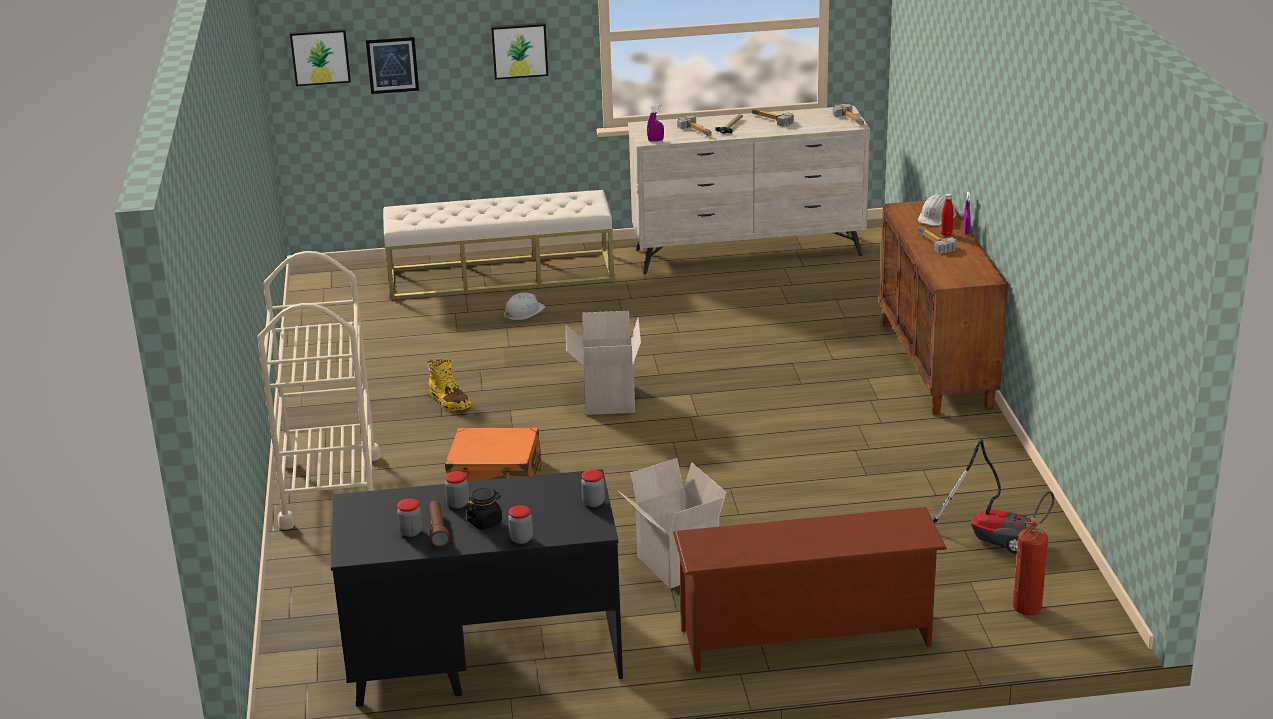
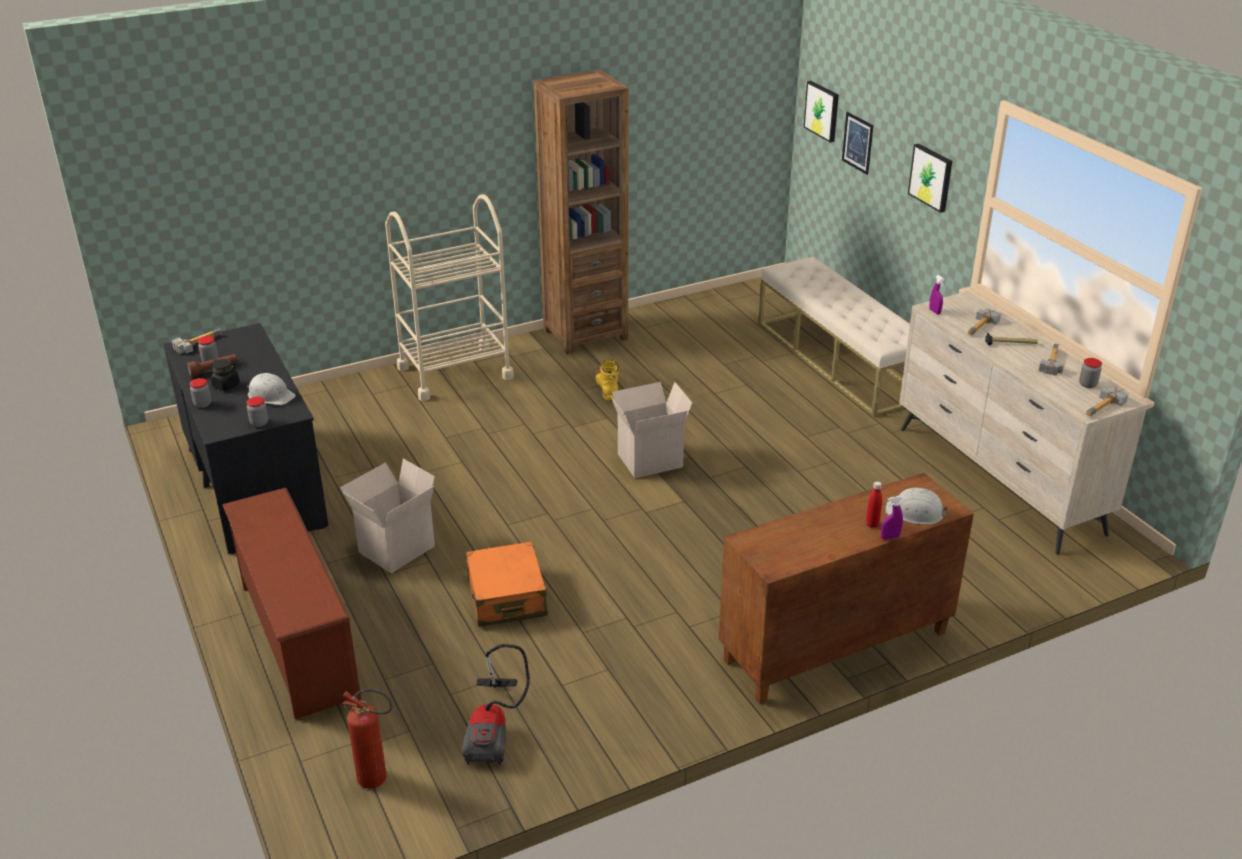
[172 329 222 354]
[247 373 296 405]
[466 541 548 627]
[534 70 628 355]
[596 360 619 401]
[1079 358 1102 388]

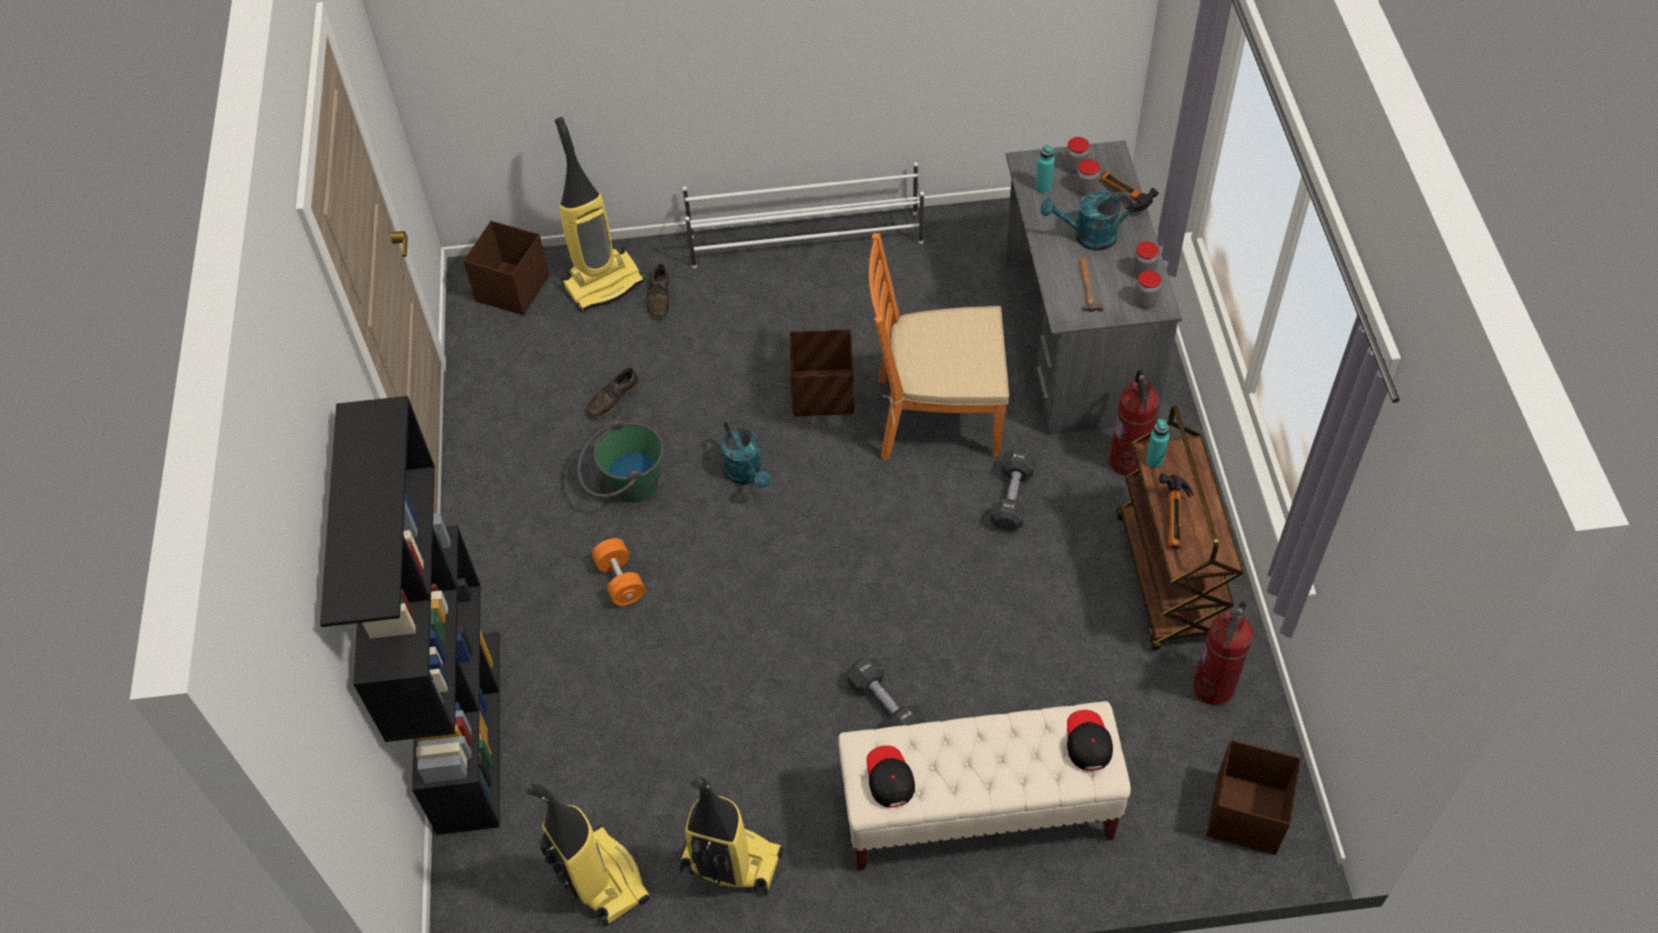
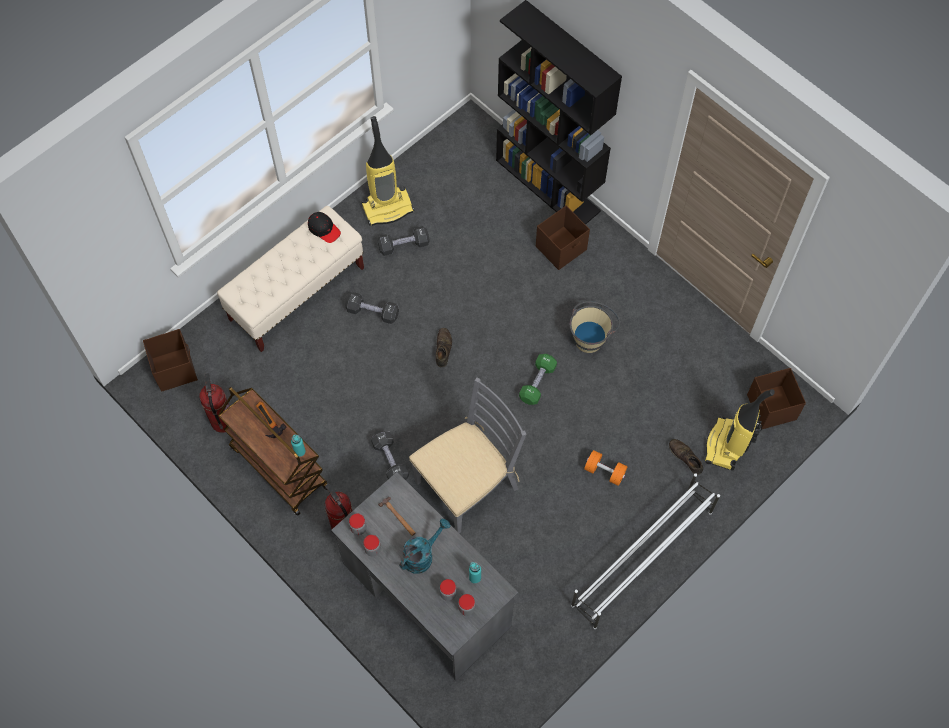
[377 226 430 256]
[409 378 526 533]
[436 328 452 367]
[519 354 557 405]
[536 206 590 270]
[570 301 620 353]
[584 450 628 486]
[524 783 650 927] (first image)
[1067 710 1113 771] (first image)
[1101 171 1159 212] (first image)

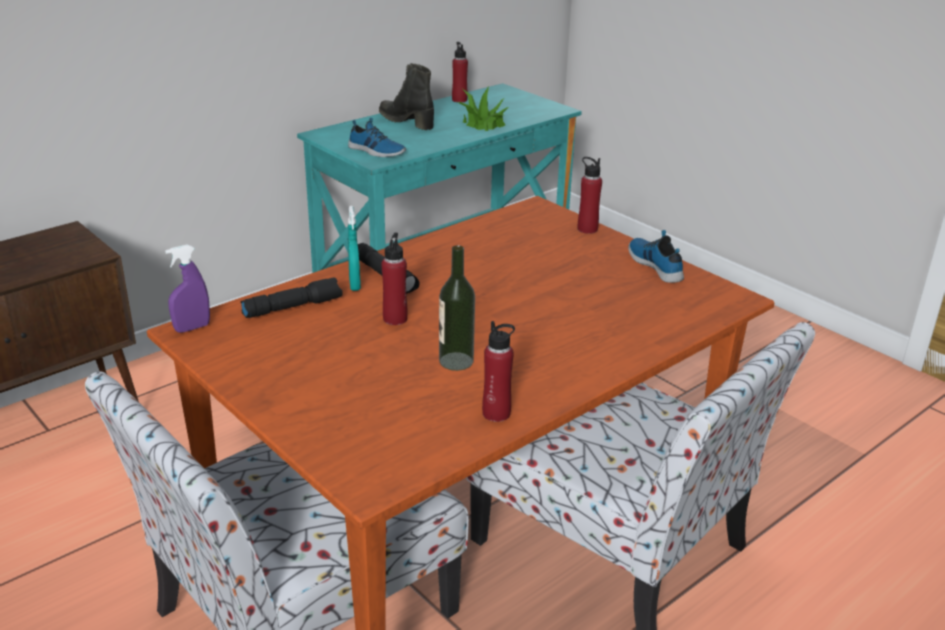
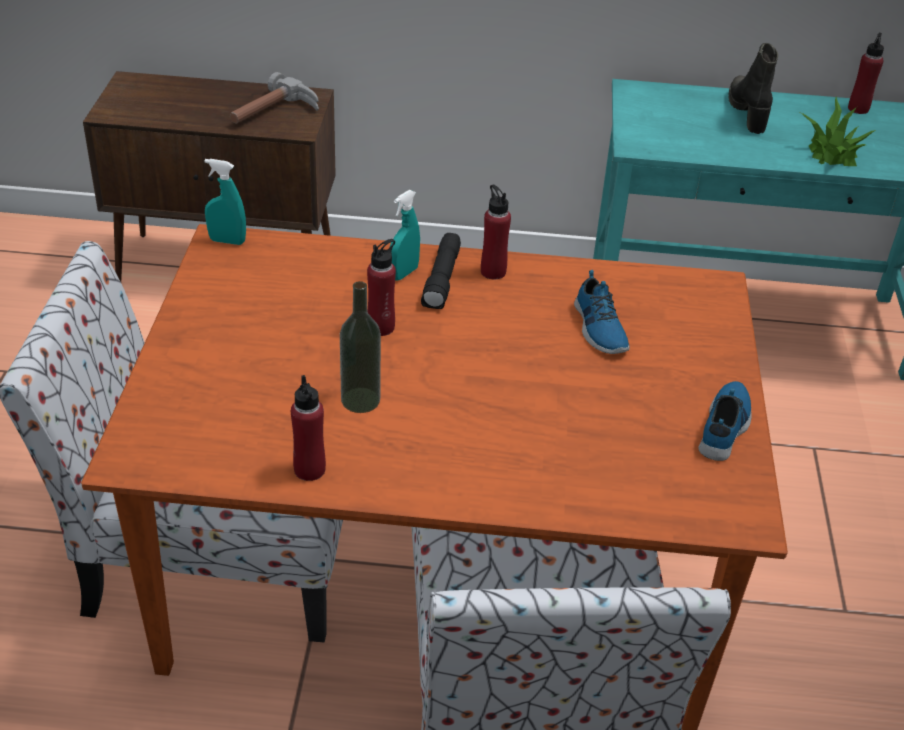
[205 159 246 245]
[230 72 319 124]
[481 184 511 279]
[574 270 630 354]
[241 277 343 318] (first image)

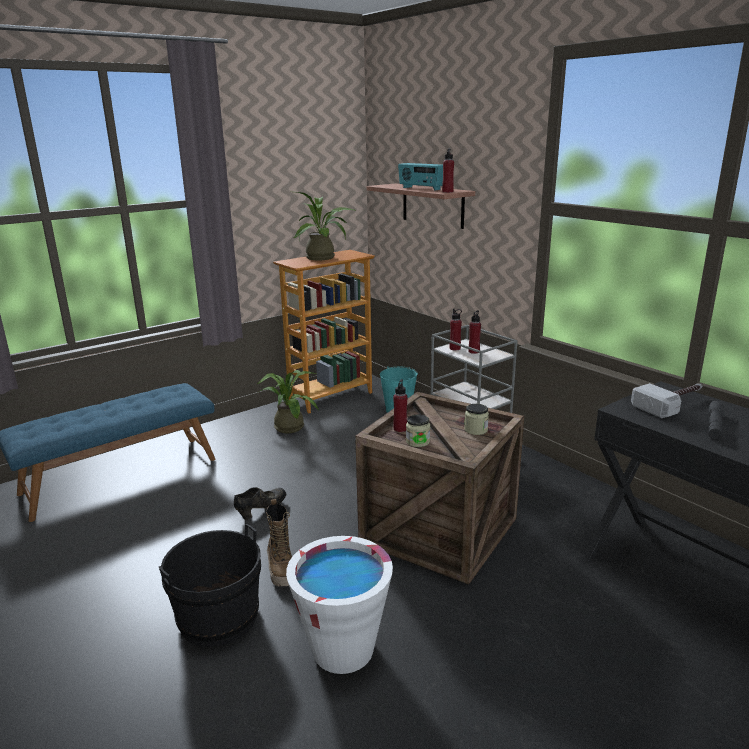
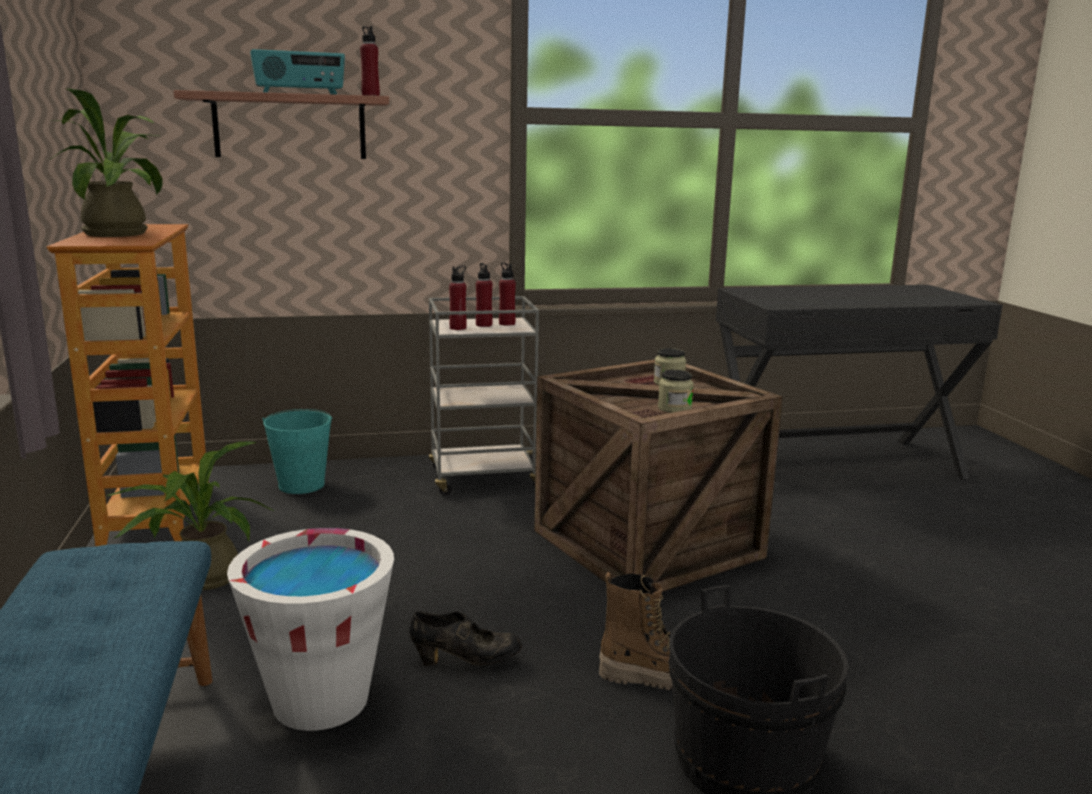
[227 528 394 731]
[409 611 522 666]
[499 262 516 326]
[631 383 702 418] (first image)
[708 401 724 439] (first image)

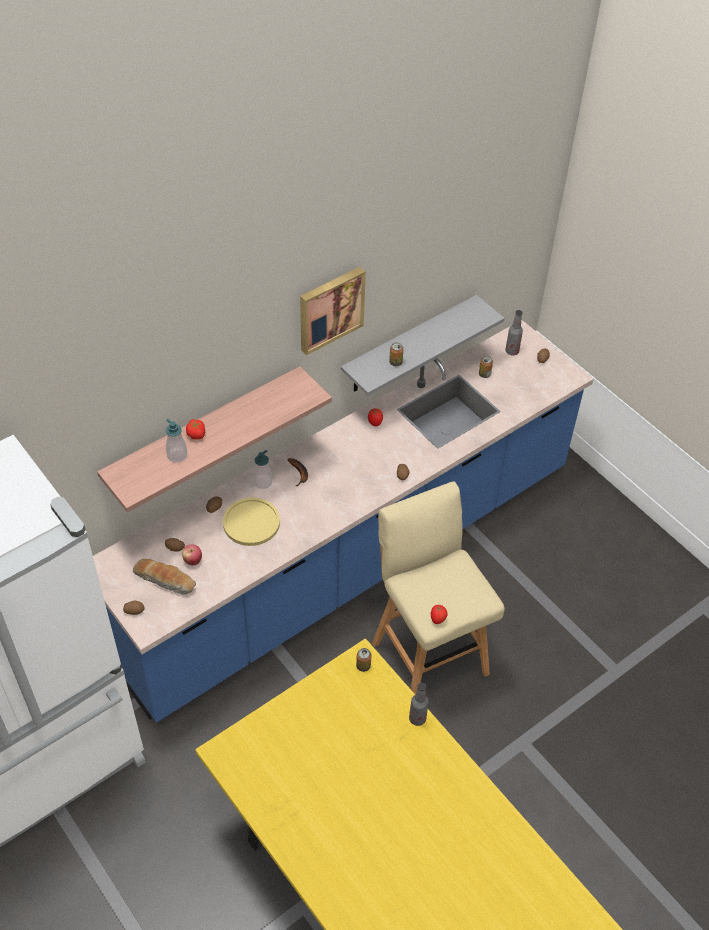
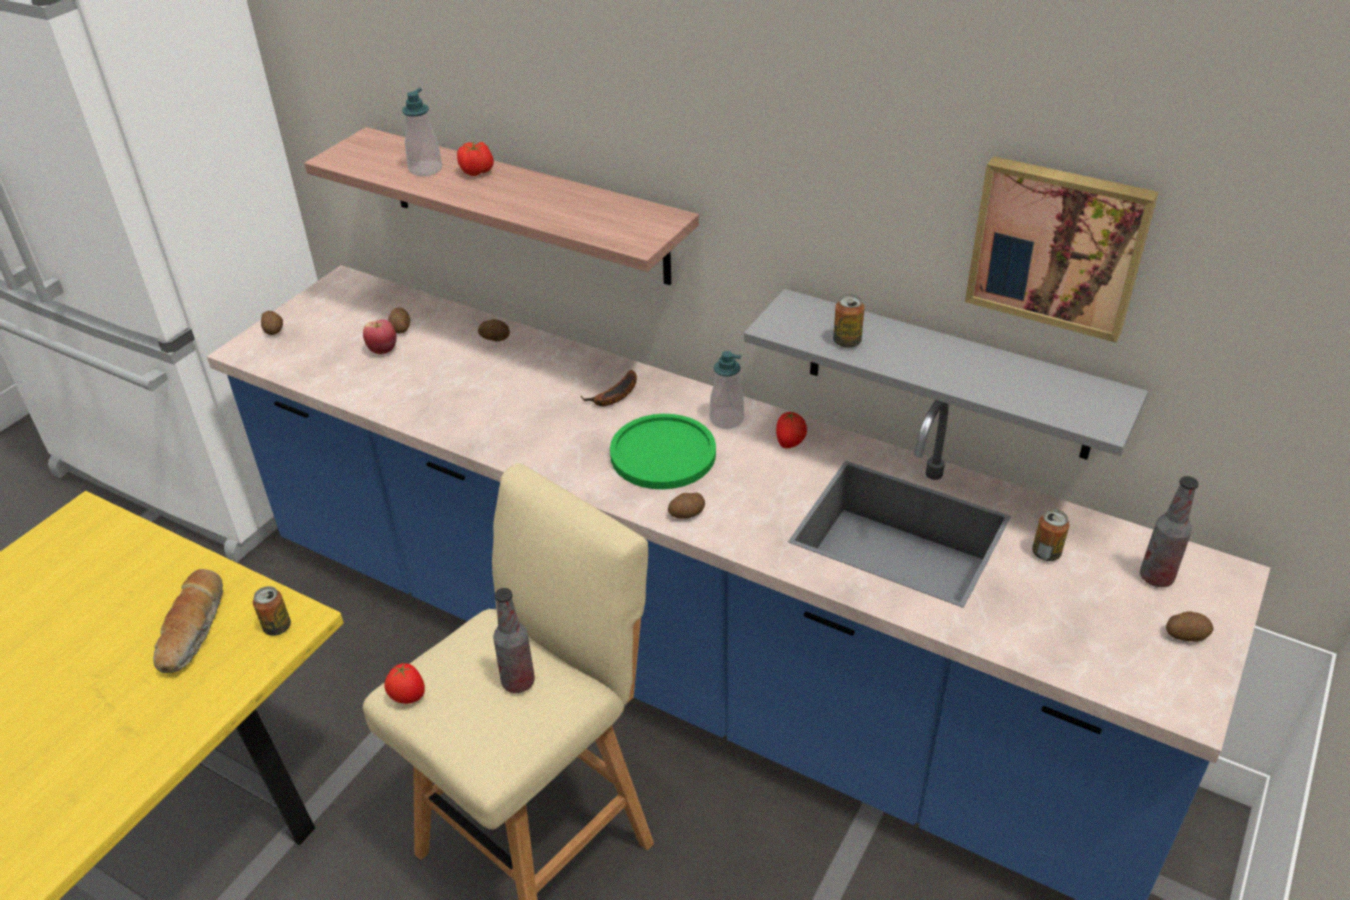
[153 569 223 673]
[493 588 535 693]
[610 414 716 489]
[709 351 744 429]
[965 156 1159 343]
[223 497 280 546] (first image)

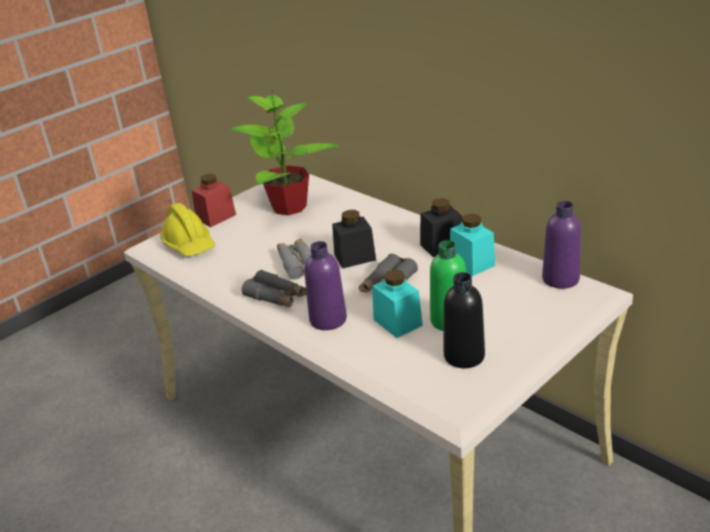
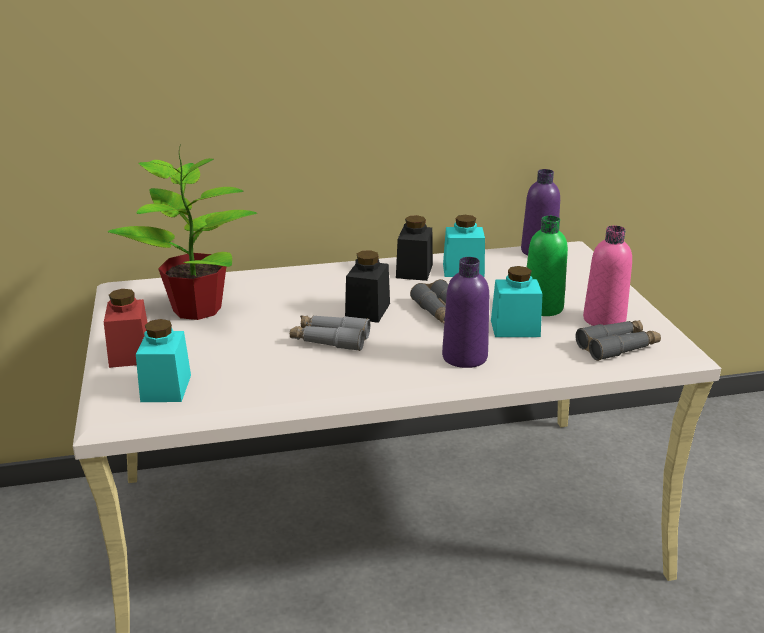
[136 319 191 402]
[575 320 661 361]
[583 225 632 326]

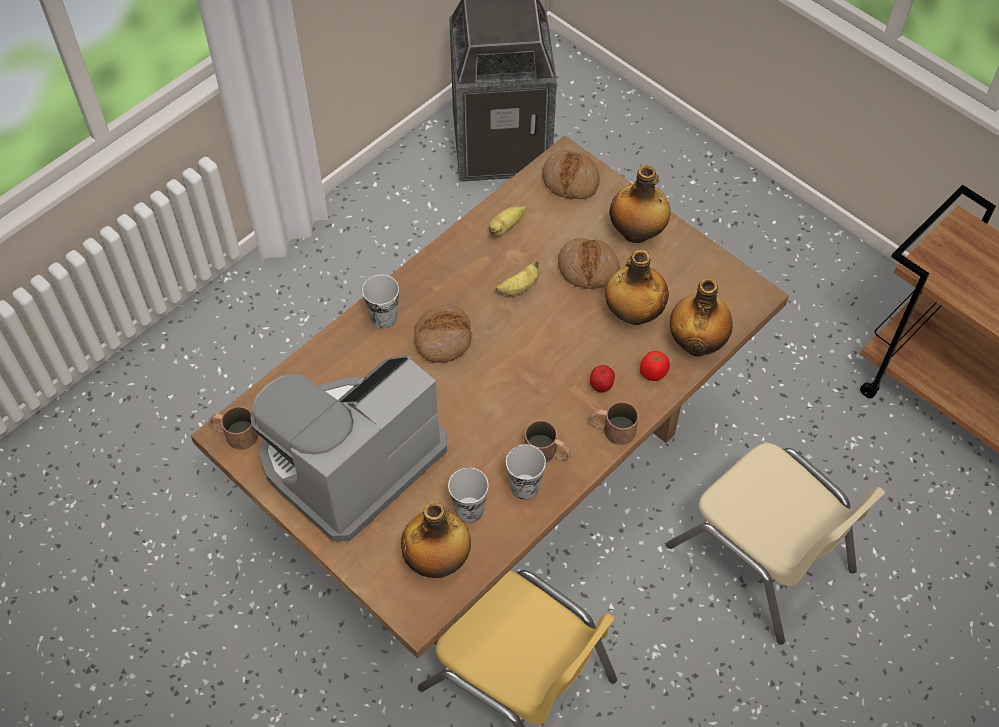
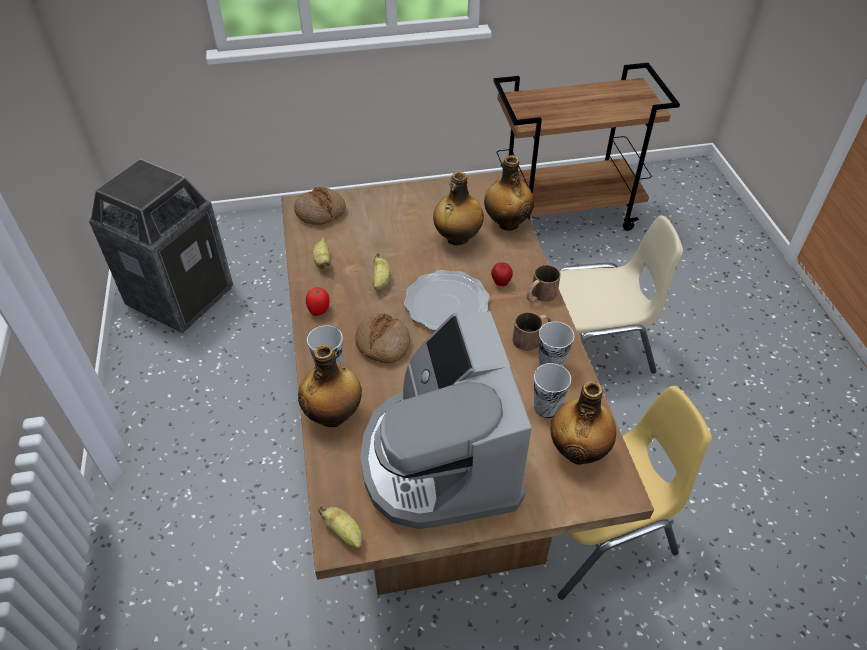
[298 345 362 427]
[306 287 330 316]
[318 506 363 549]
[404 270 490 330]
[558 238 620 289] (first image)

